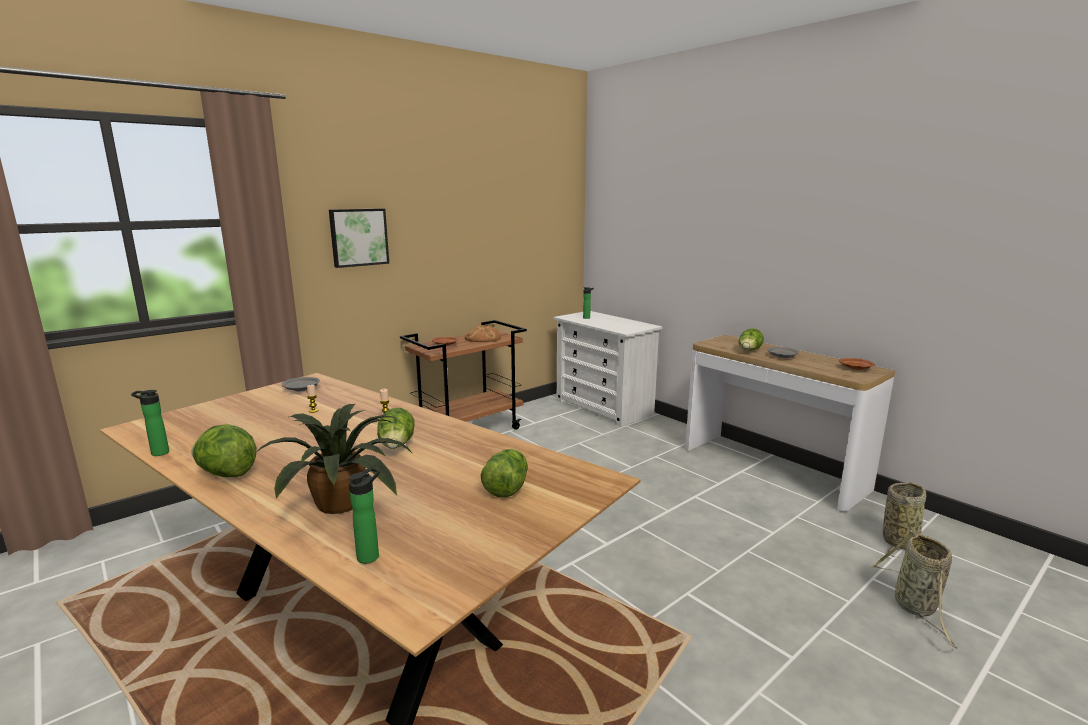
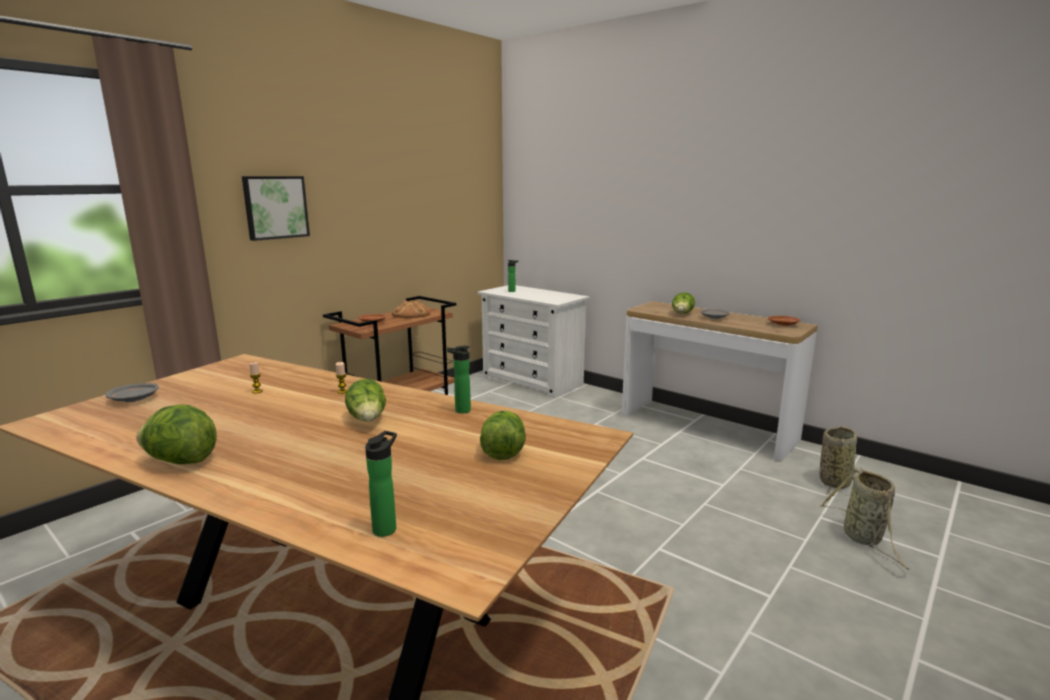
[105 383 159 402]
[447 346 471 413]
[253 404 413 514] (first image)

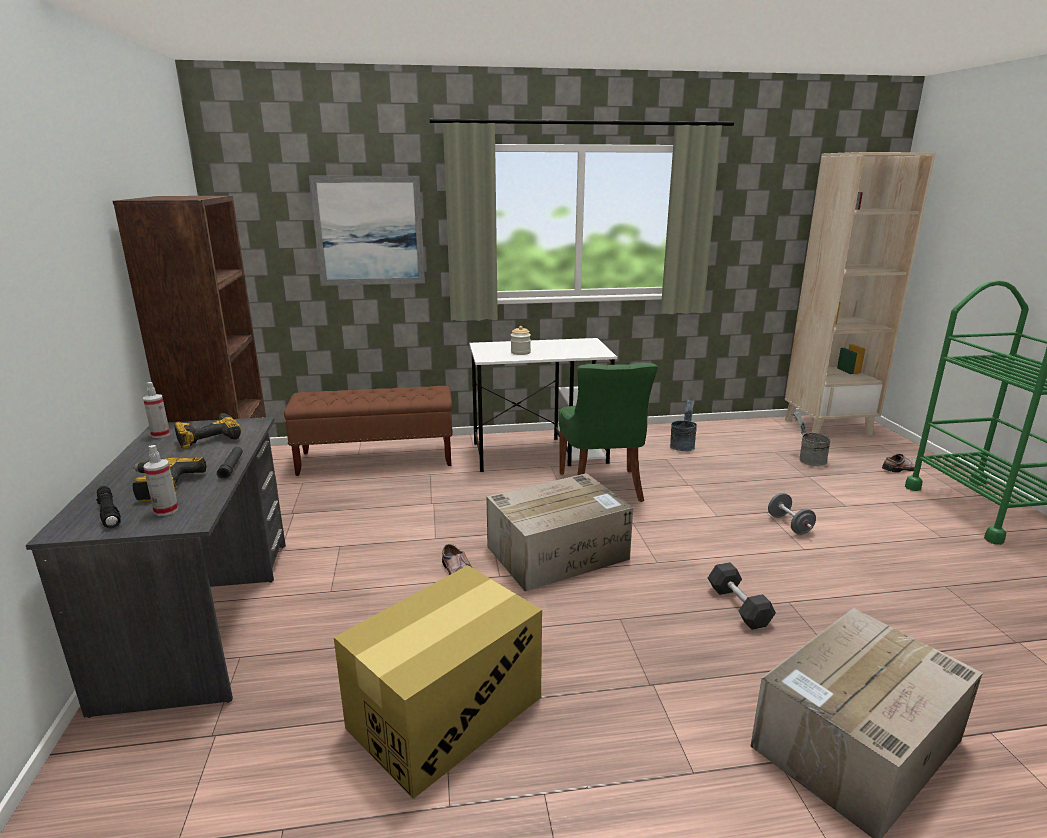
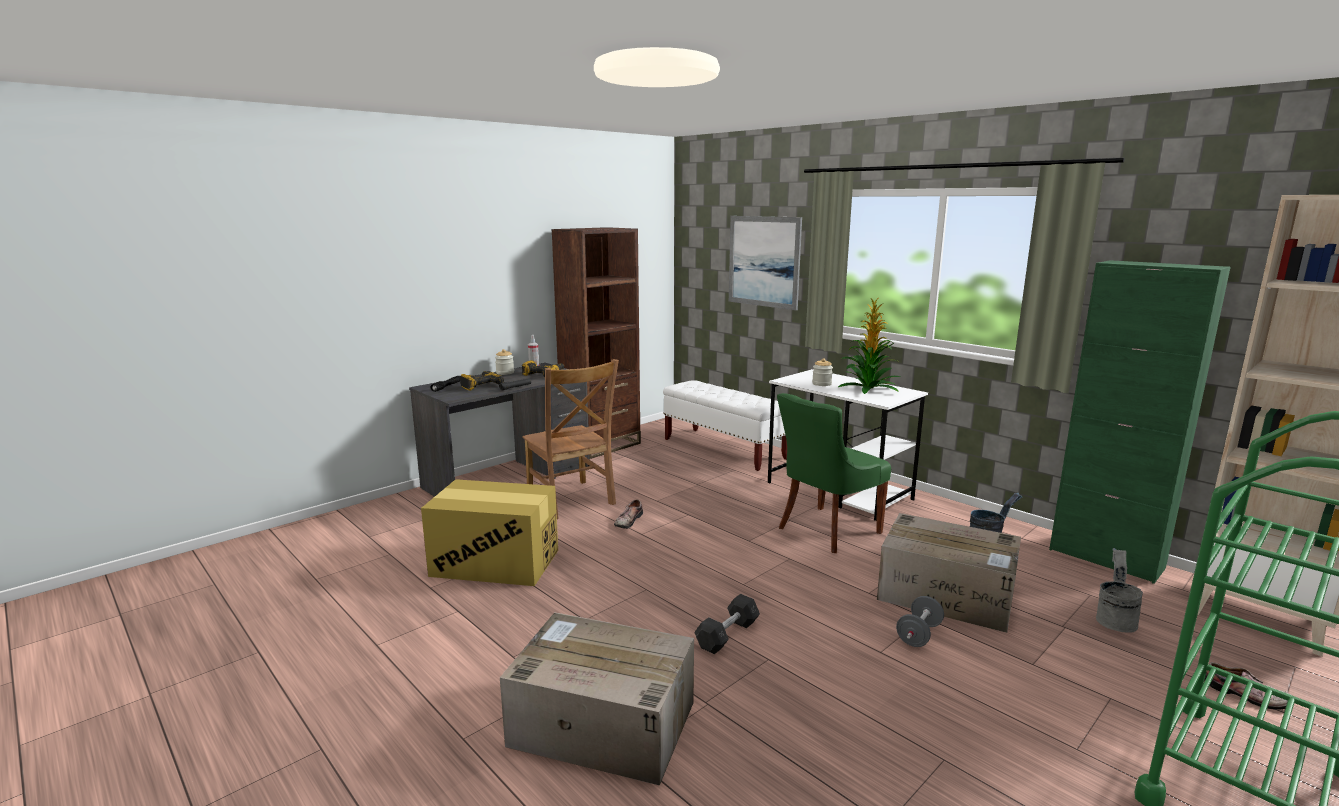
[495 349 514 375]
[522 359 619 519]
[663 380 787 471]
[838 298 901 394]
[877 513 1021 633]
[1049 260 1231 584]
[143 445 178 516] (first image)

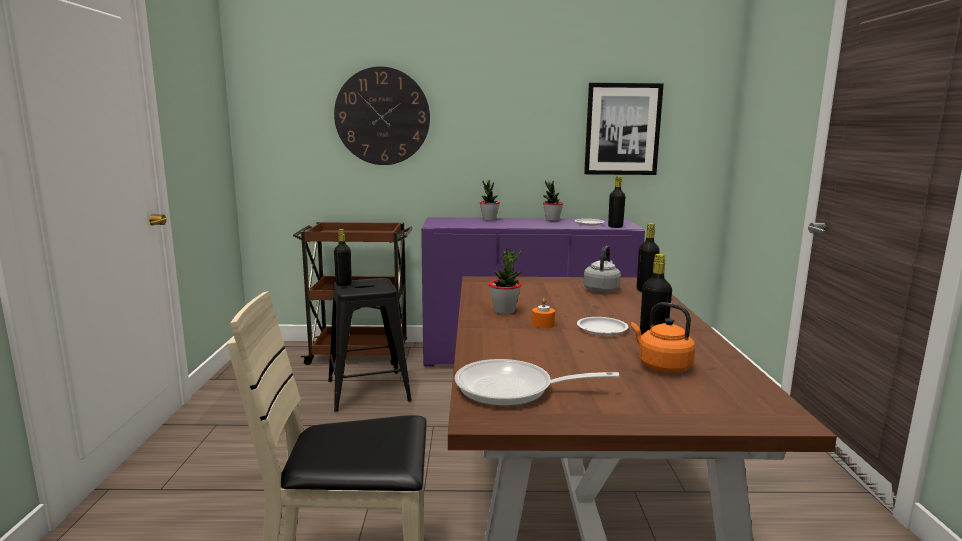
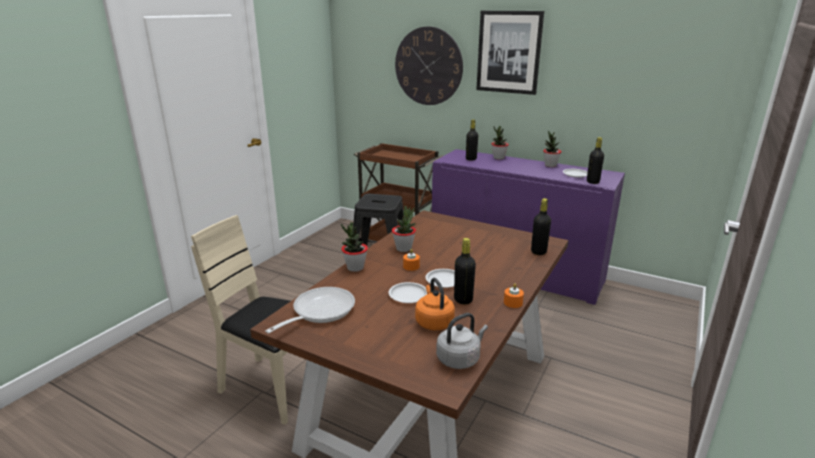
[265 287 355 333]
[341 222 368 272]
[388 282 427 303]
[436 313 488 369]
[466 120 478 160]
[476 11 544 95]
[504 283 524 308]

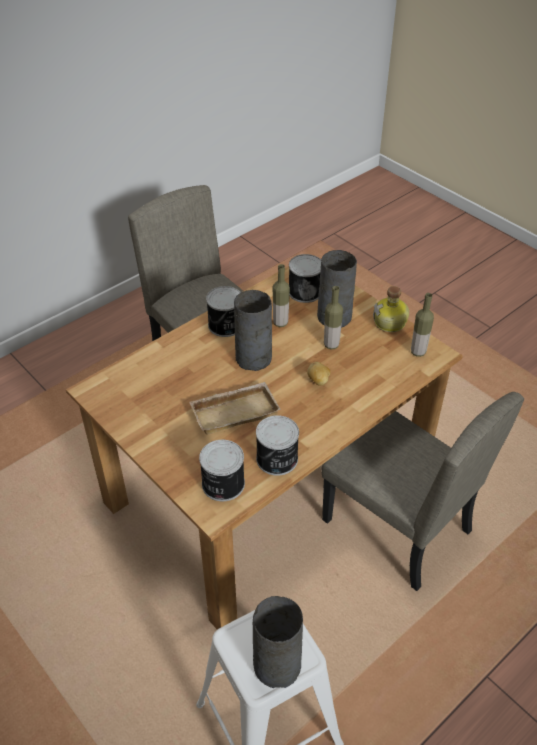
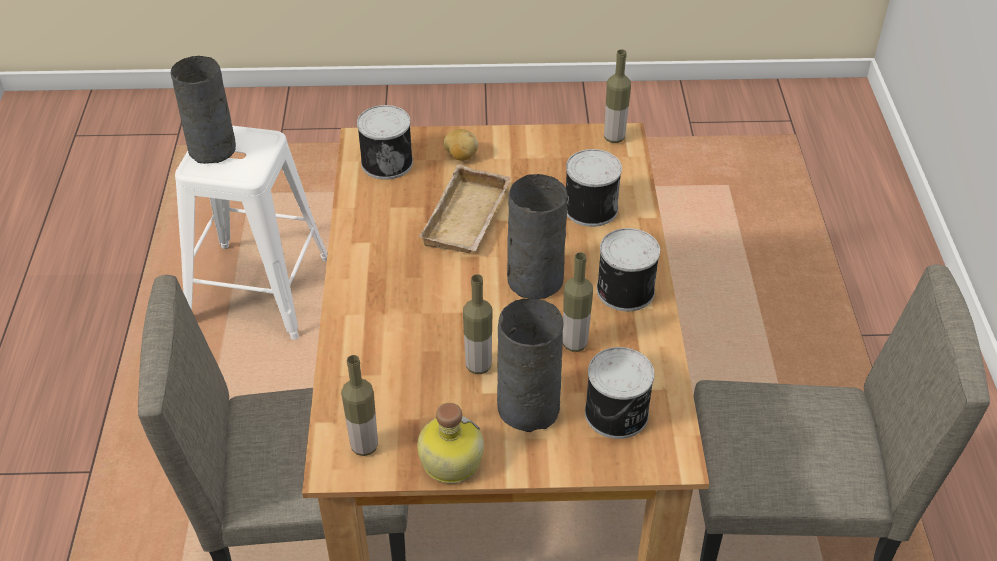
[444 129 478 161]
[566 149 622 227]
[604 49 631 143]

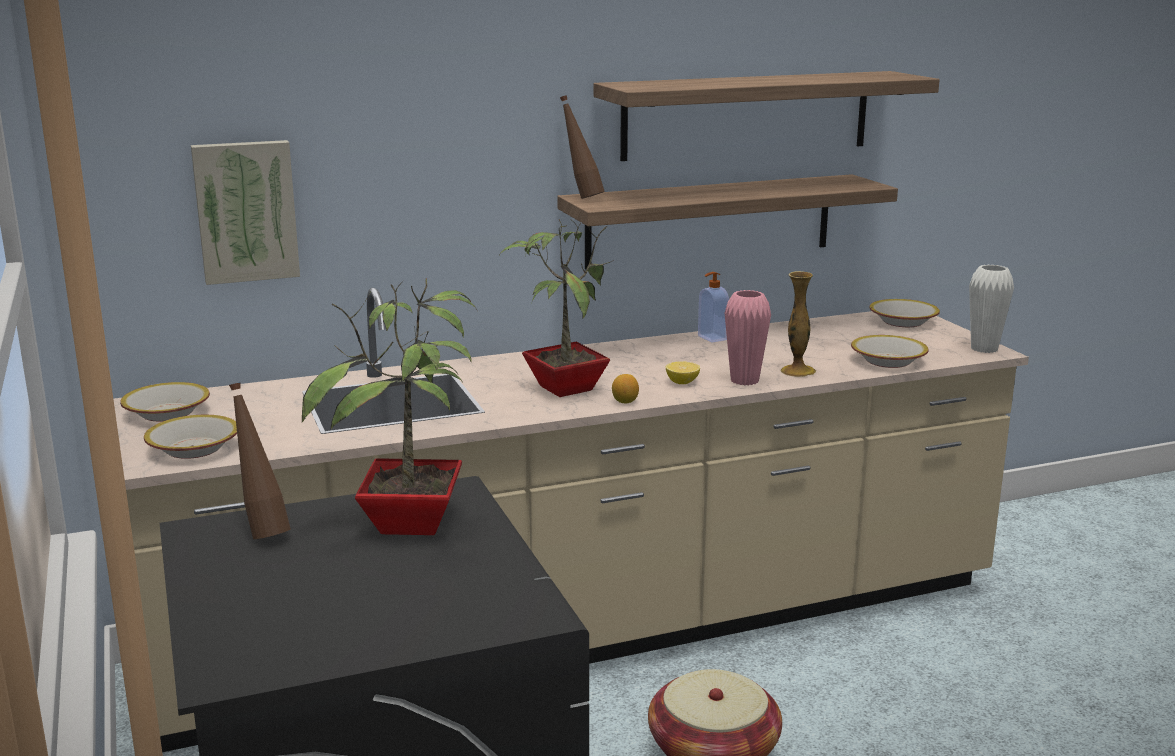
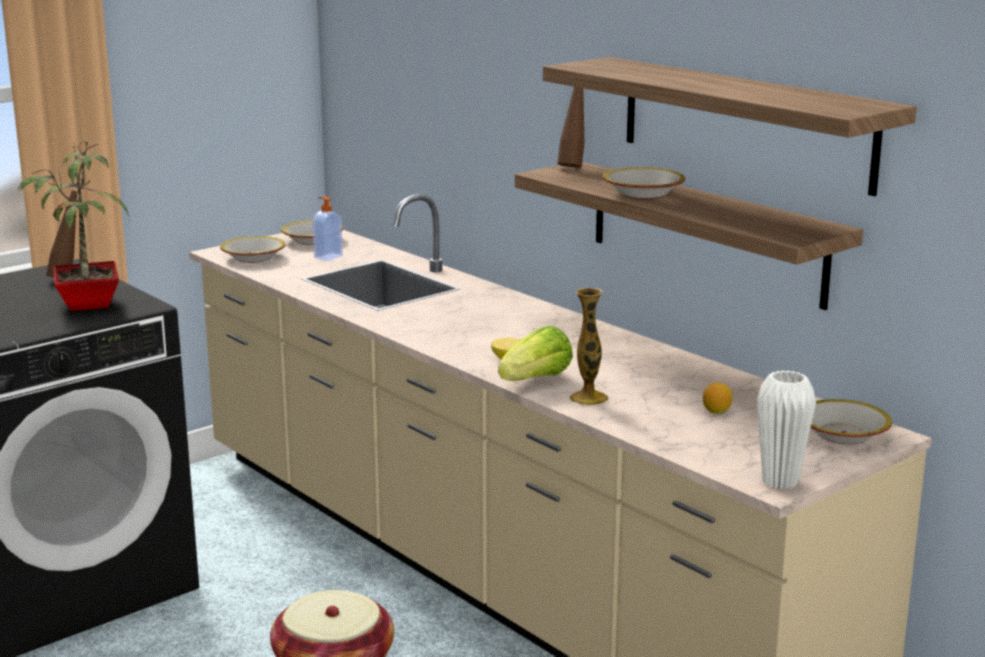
[313 196 343 261]
[498 326 573 381]
[603 167 685 199]
[703 382 732 414]
[191 140 300 285] (first image)
[500 219 614 397] (first image)

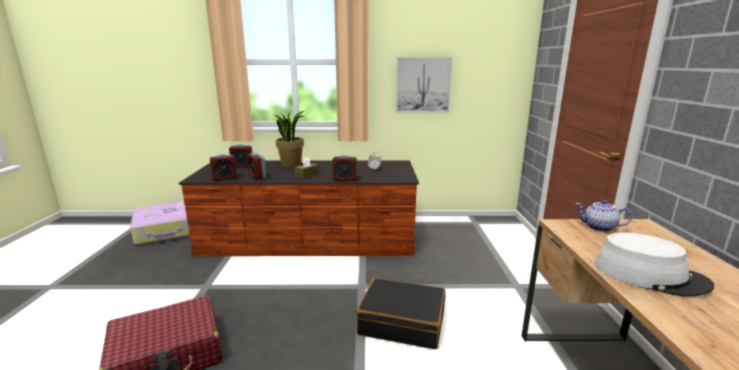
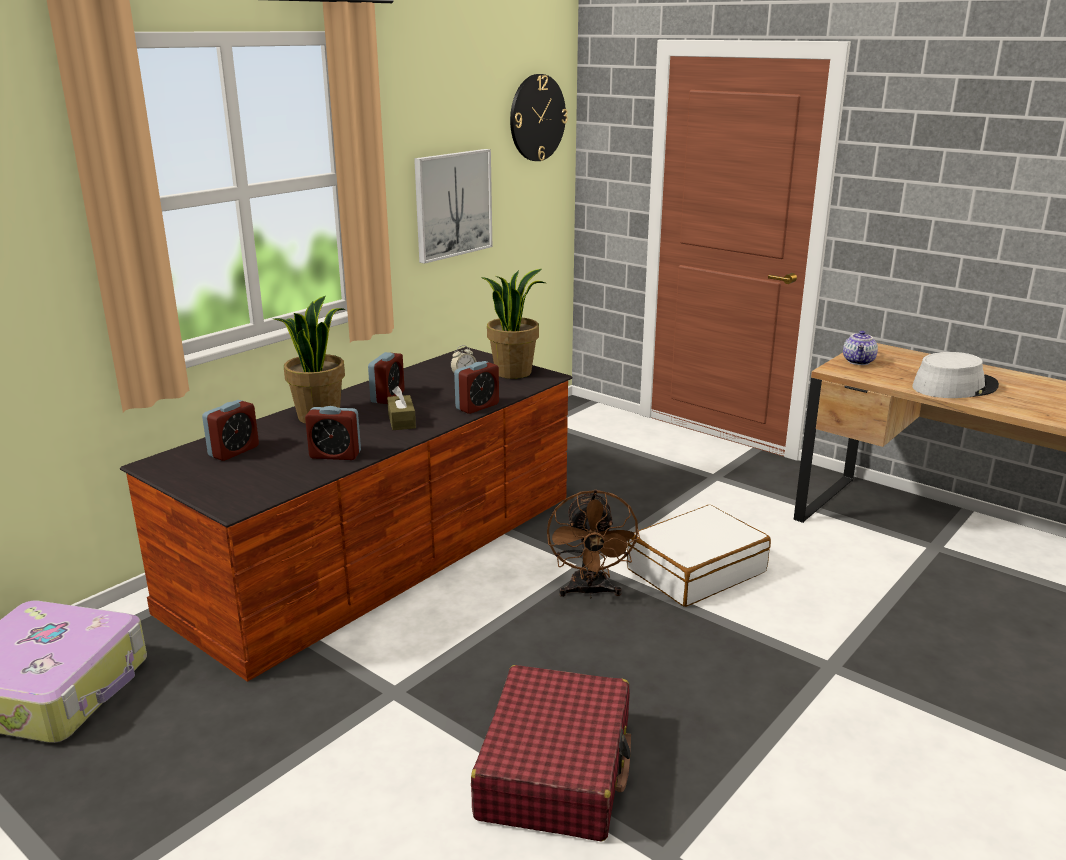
[368 352 405 404]
[481 269 545 379]
[510 74 568 161]
[547 490 640 598]
[627 505 771 607]
[843 331 878 365]

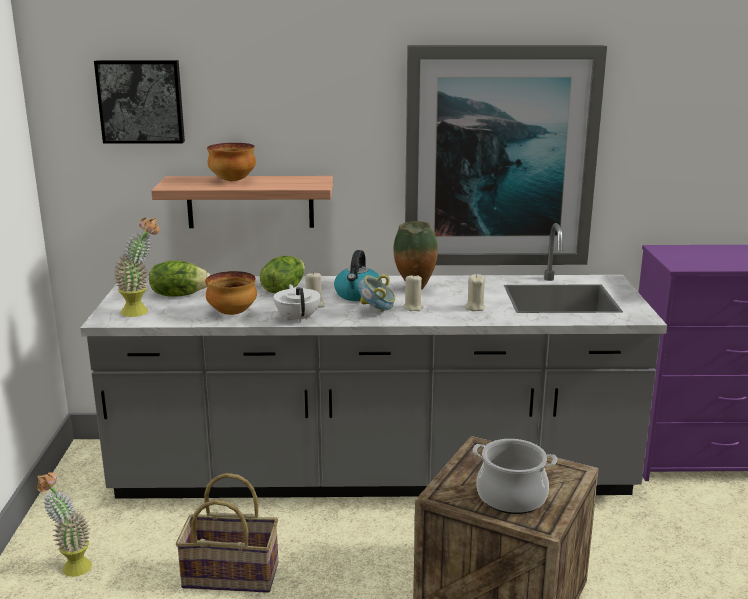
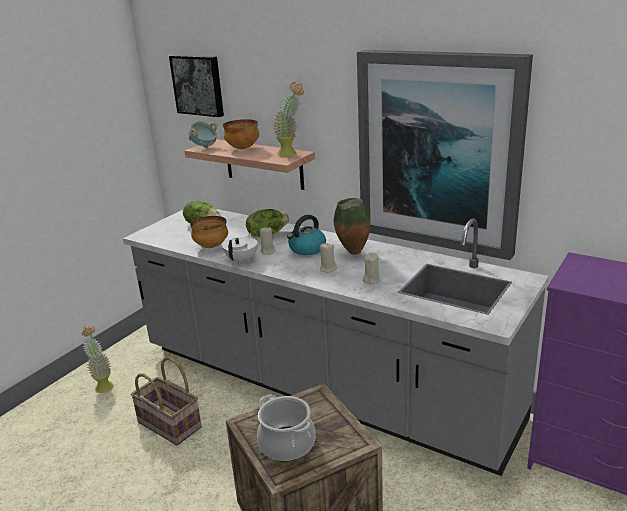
[188 122 217 148]
[273 82 304 157]

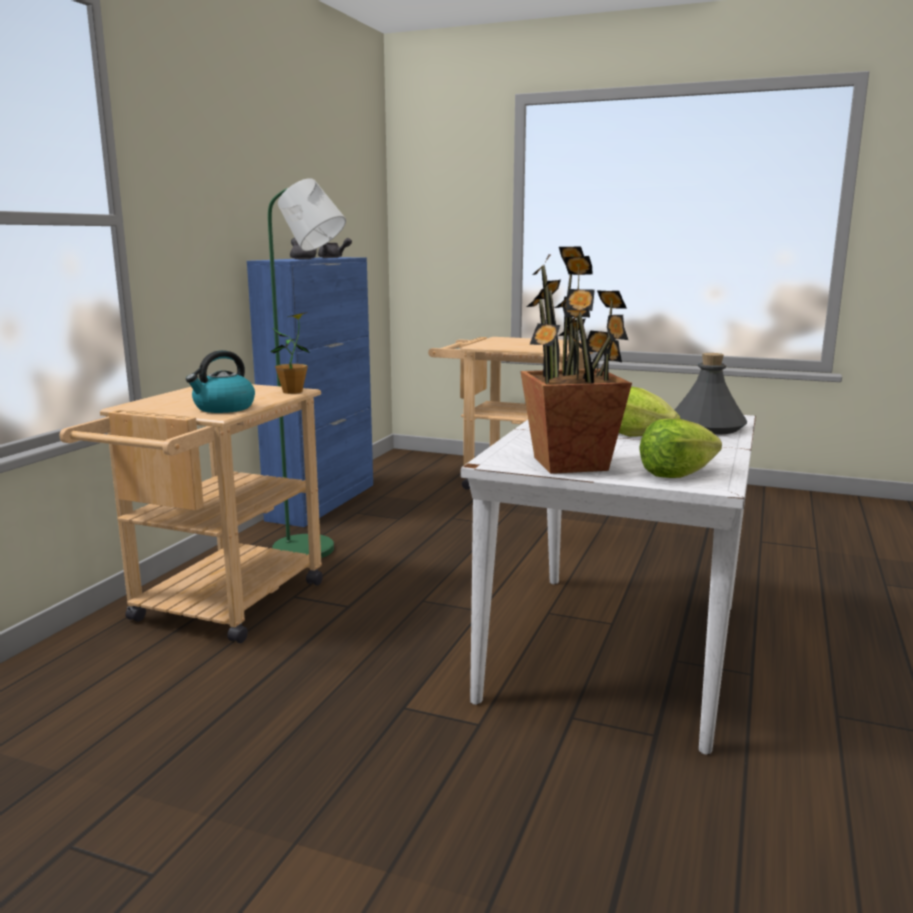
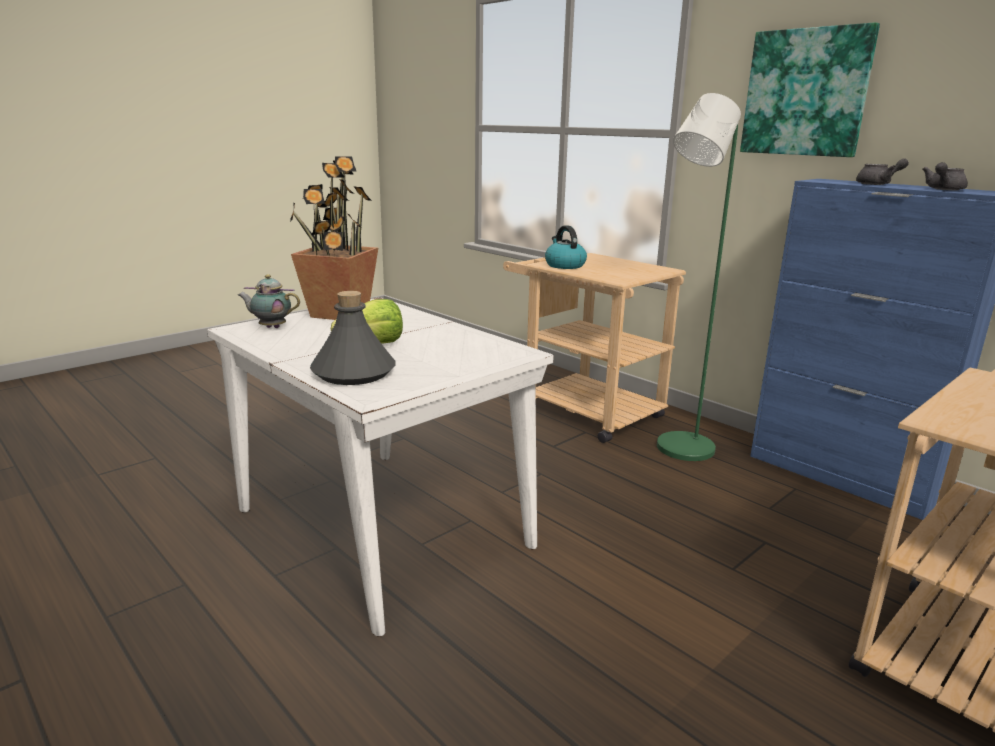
[238 274 300 328]
[740 22 880 157]
[270 312 310 394] (first image)

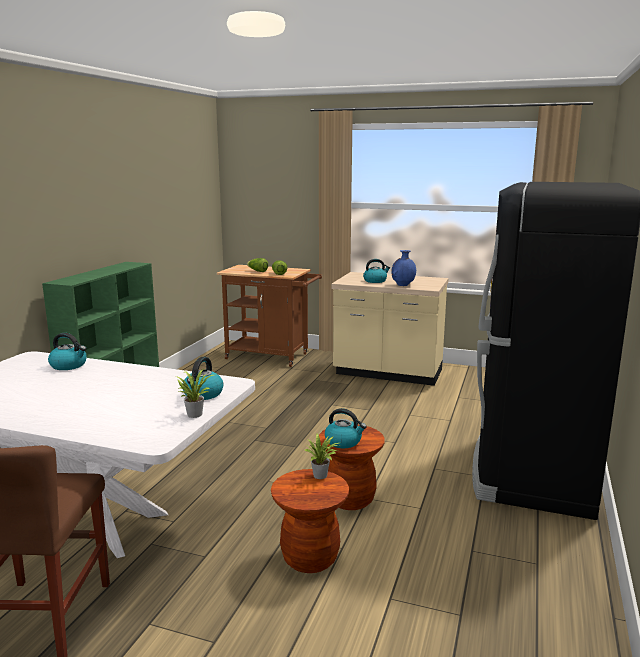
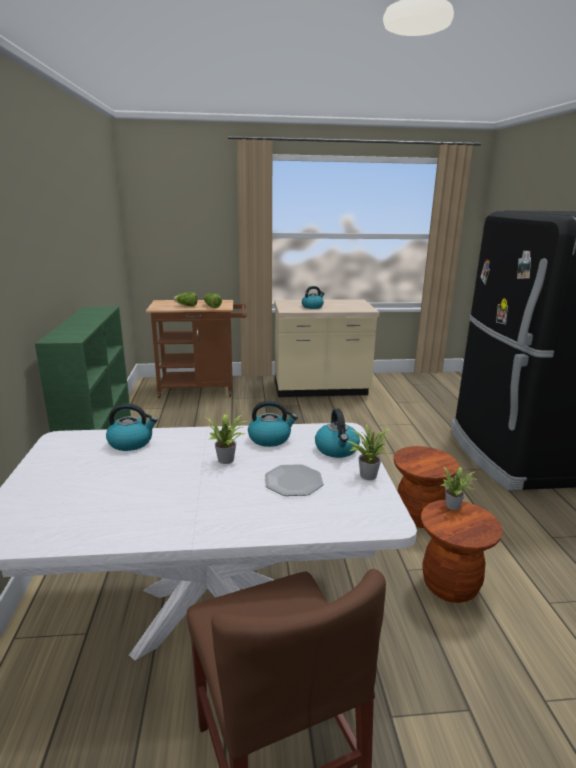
[207 412 248 464]
[248 400 298 447]
[265 464 323 496]
[391 250 416 286] (first image)

